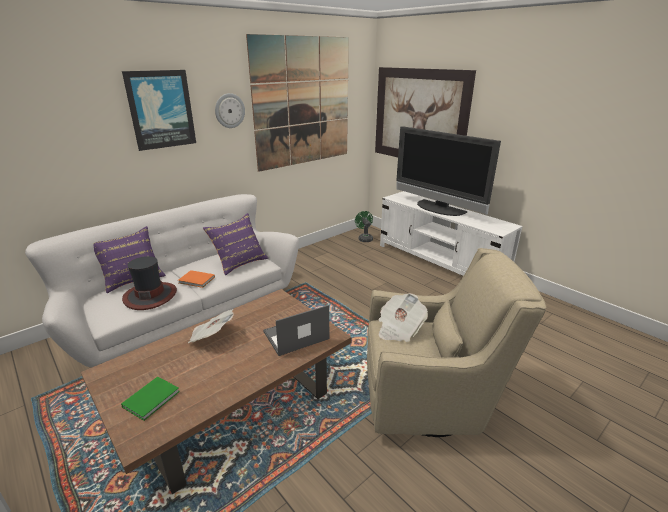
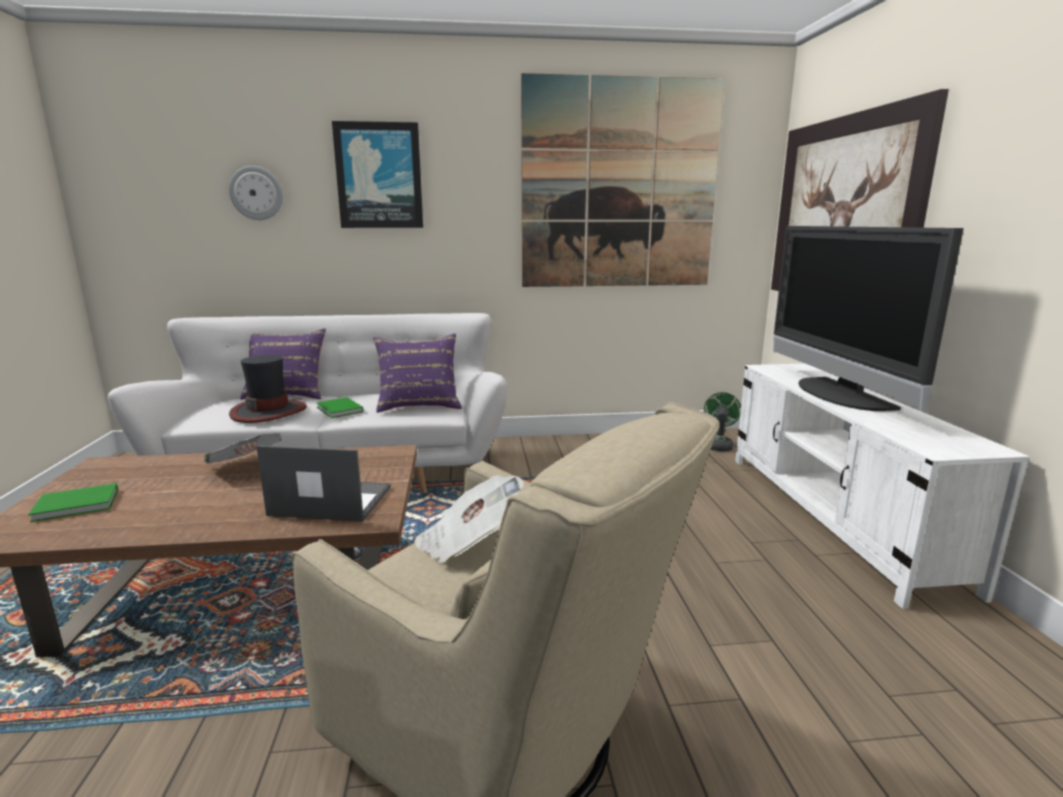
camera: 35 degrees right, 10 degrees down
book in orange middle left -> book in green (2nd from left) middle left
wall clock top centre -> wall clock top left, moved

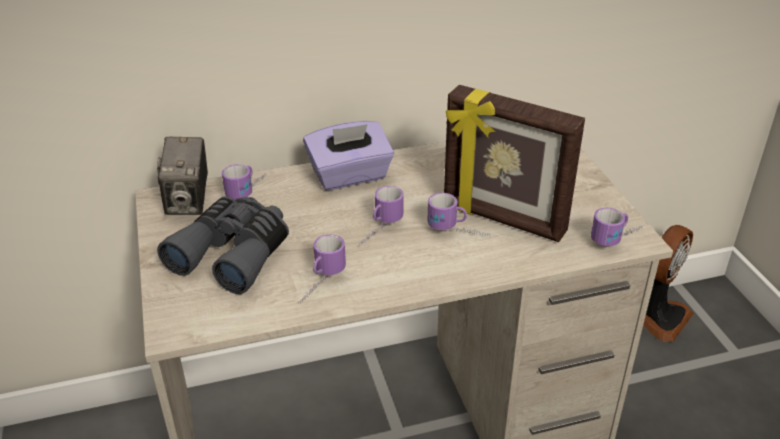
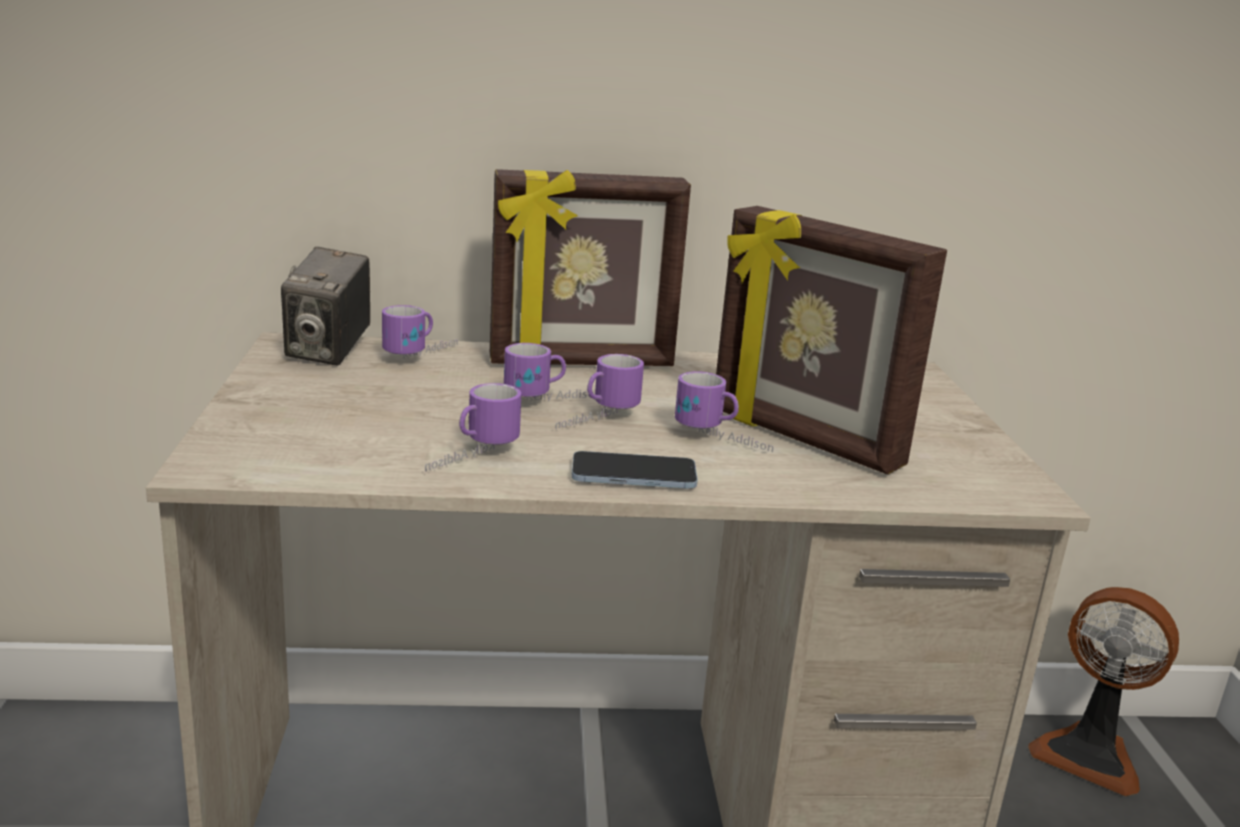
camera: 10 degrees right, 15 degrees down
binoculars in grey middle left -> none
tissue box in purple centre -> picture frame (1st from left) top centre
mug (5th from left in the first image) middle right -> mug (3rd from left) centre, moved
fan middle right -> fan bottom right, 75 degrees clockwise
none -> phone centre

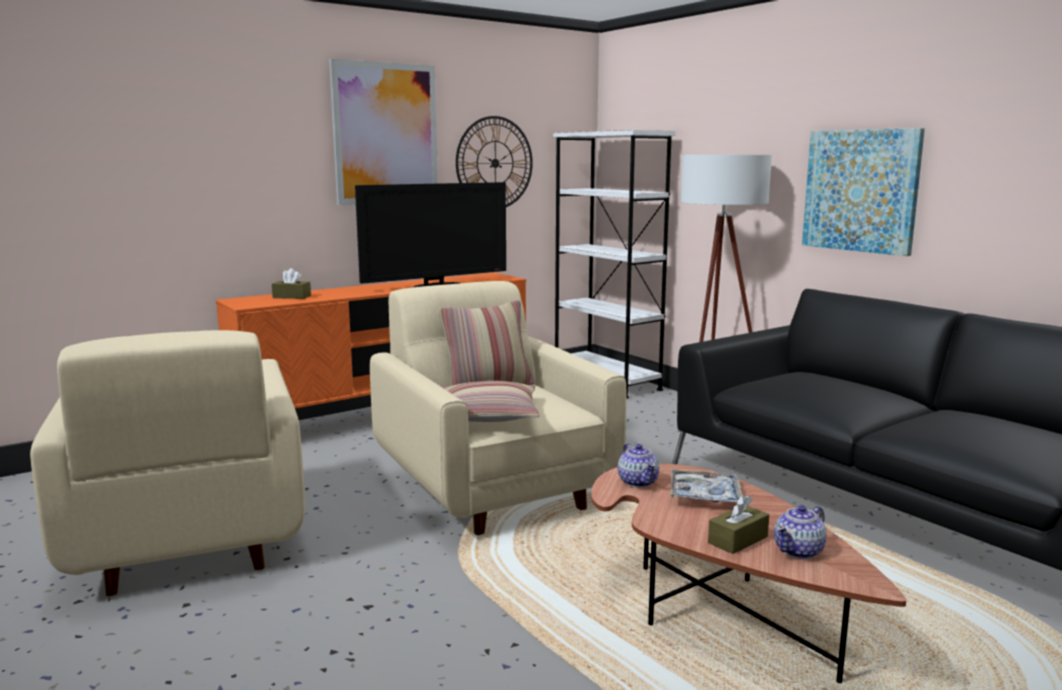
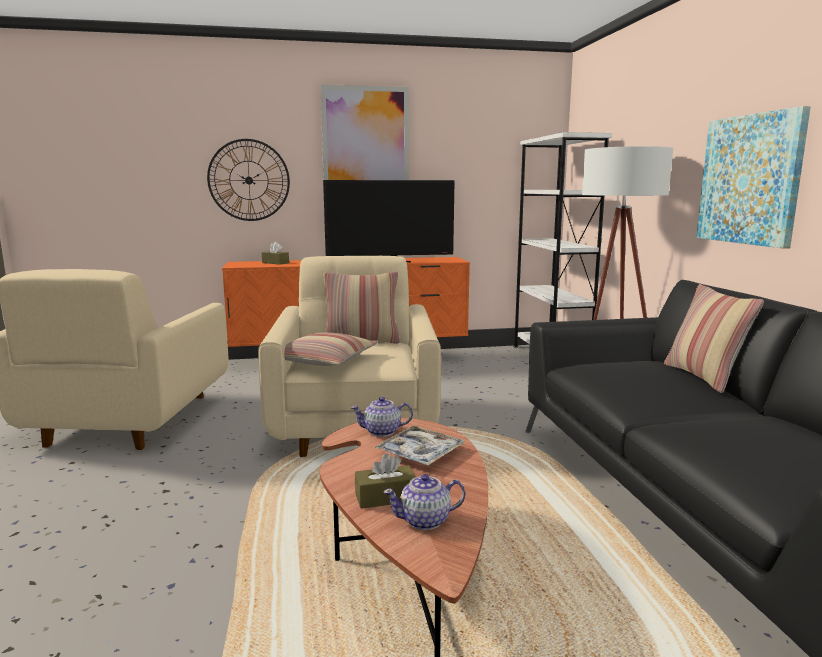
camera: 25 degrees right, 0 degrees up
wall clock top centre -> wall clock top left, moved
teapot (1st from left) bottom centre -> teapot (1st from left) centre, 75 degrees clockwise
none -> pillow (3rd from left) middle right

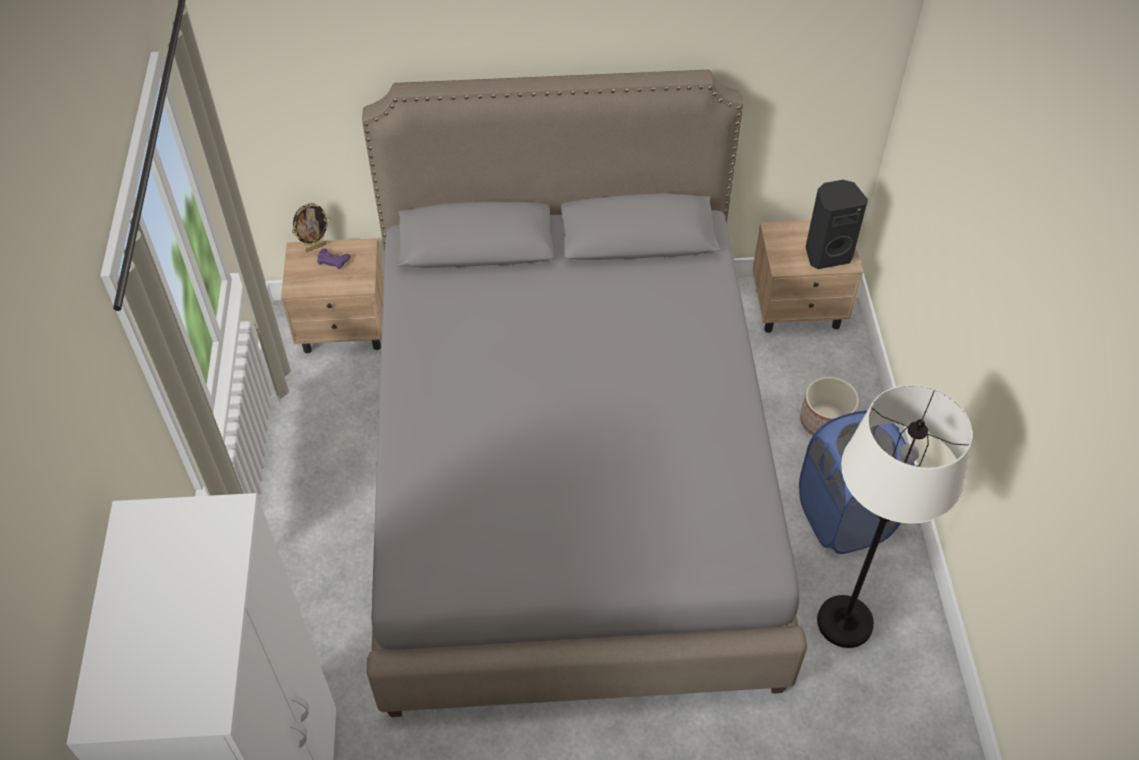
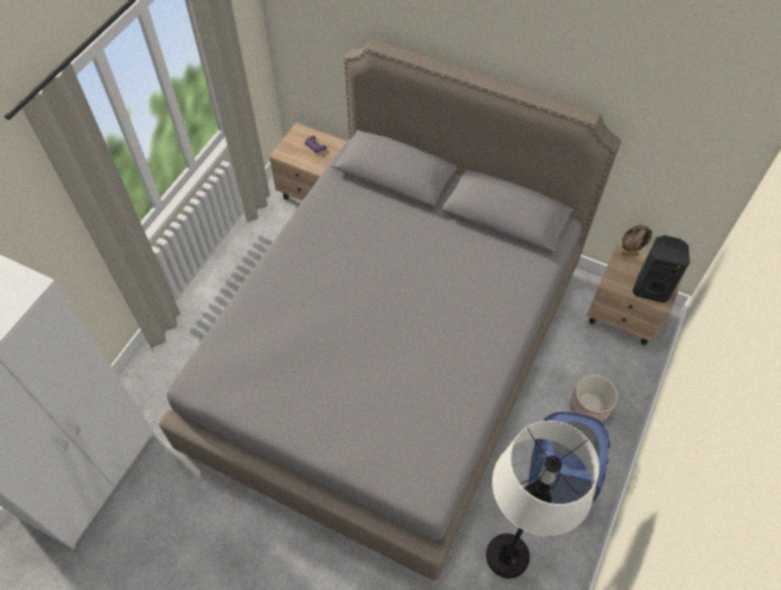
camera: 30 degrees right, 5 degrees up
picture frame top left -> picture frame middle right, moved

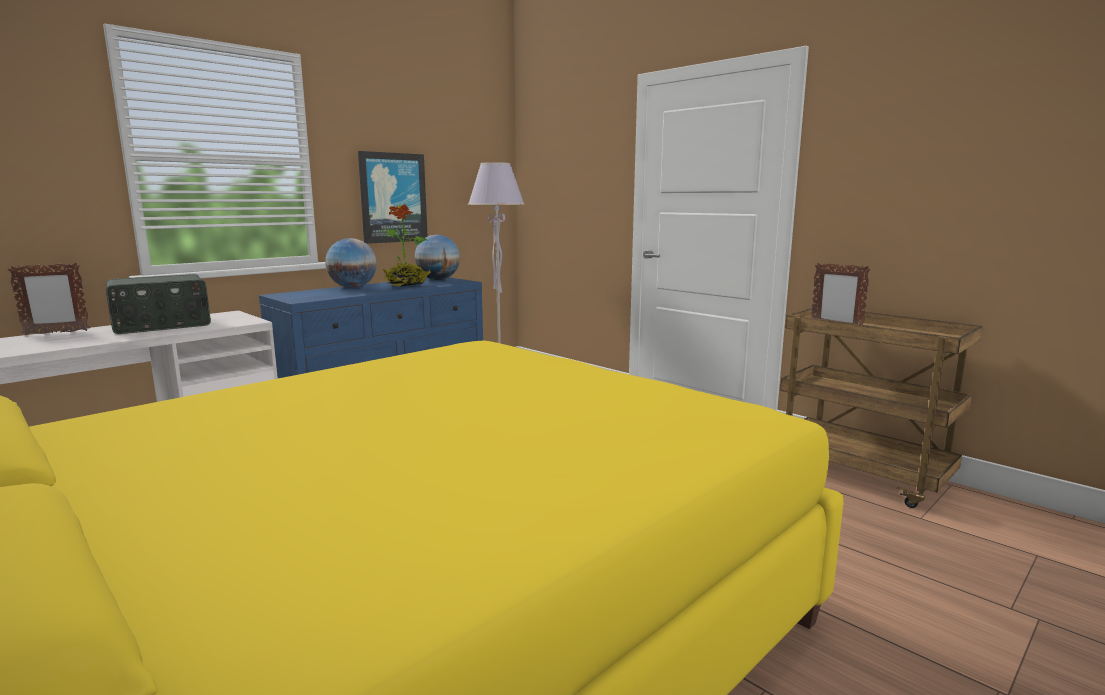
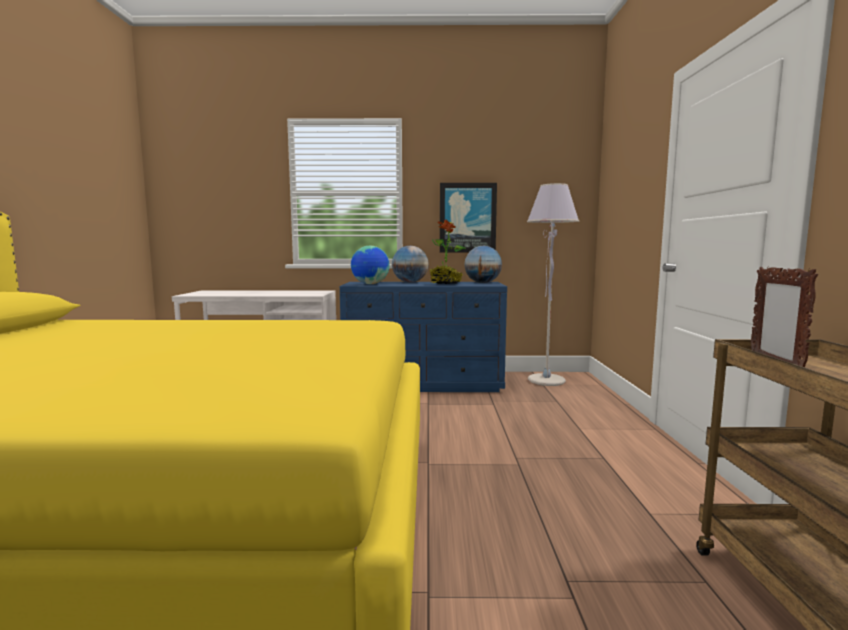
camera: 45 degrees right, 5 degrees down
picture frame (1st from left) middle left -> none
radio middle left -> none
none -> globe (1st from left) centre

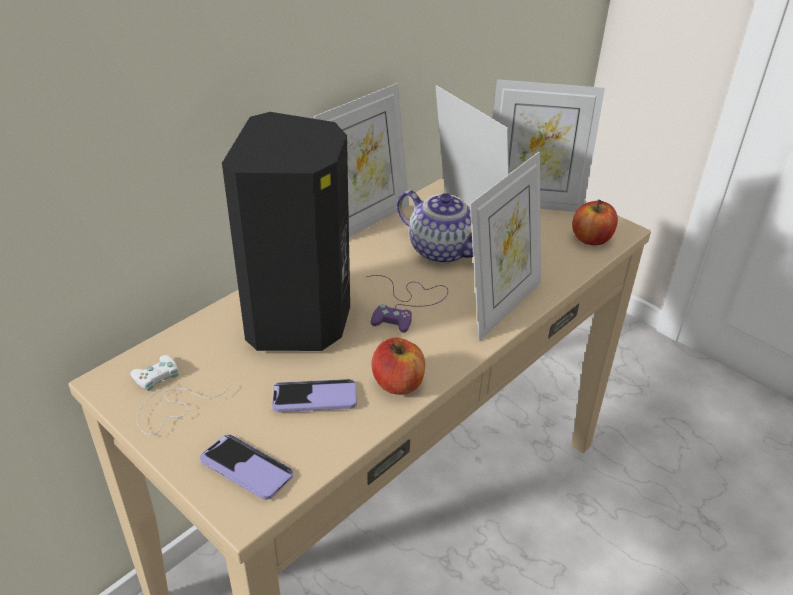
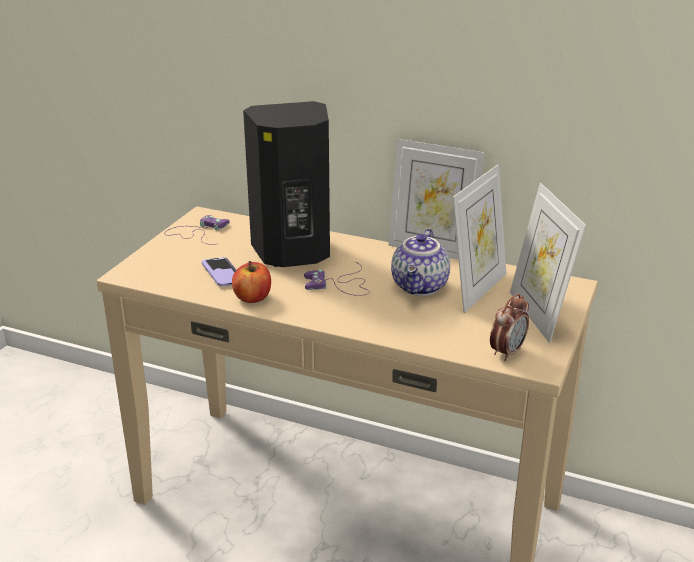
camera: 70 degrees right, 10 degrees down
game controller in white middle left -> game controller in purple (1st from left) middle left
phone (1st from left) bottom left -> none
picture frame (3rd from left) centre -> none
apple (2nd from left) middle right -> alarm clock middle right

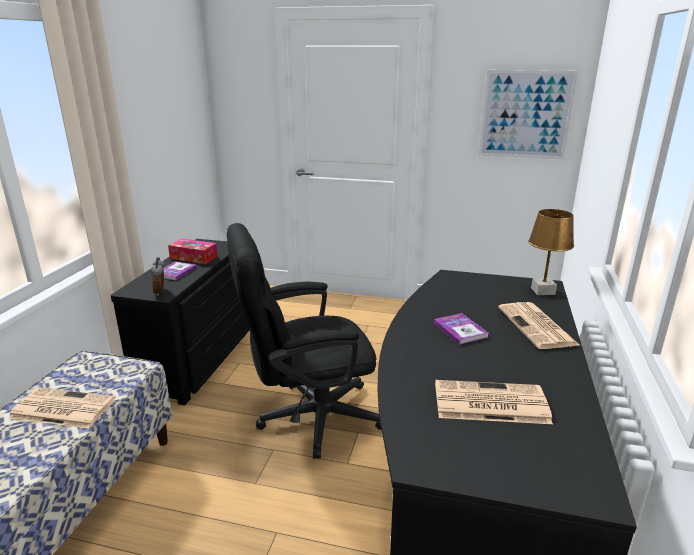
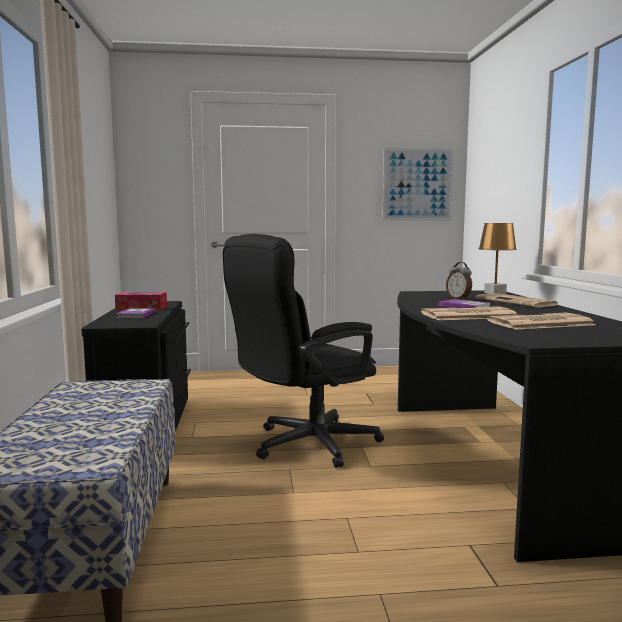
camera: 20 degrees left, 15 degrees down
newspaper (1st from left) bottom left -> newspaper (1st from left) middle right, moved
alarm clock middle left -> alarm clock middle right, moved

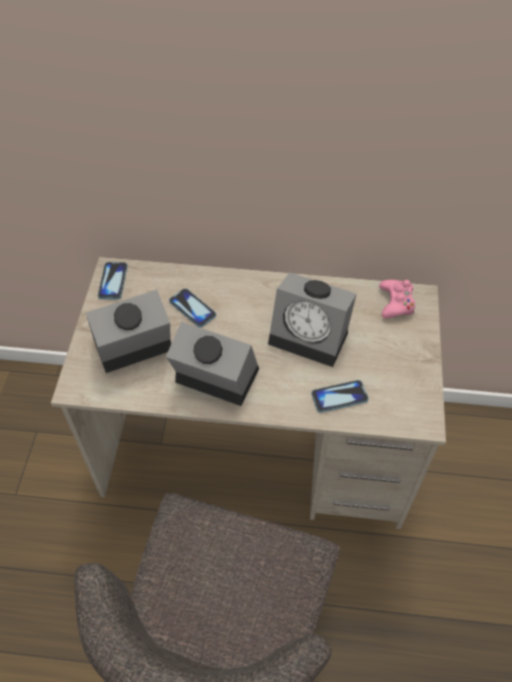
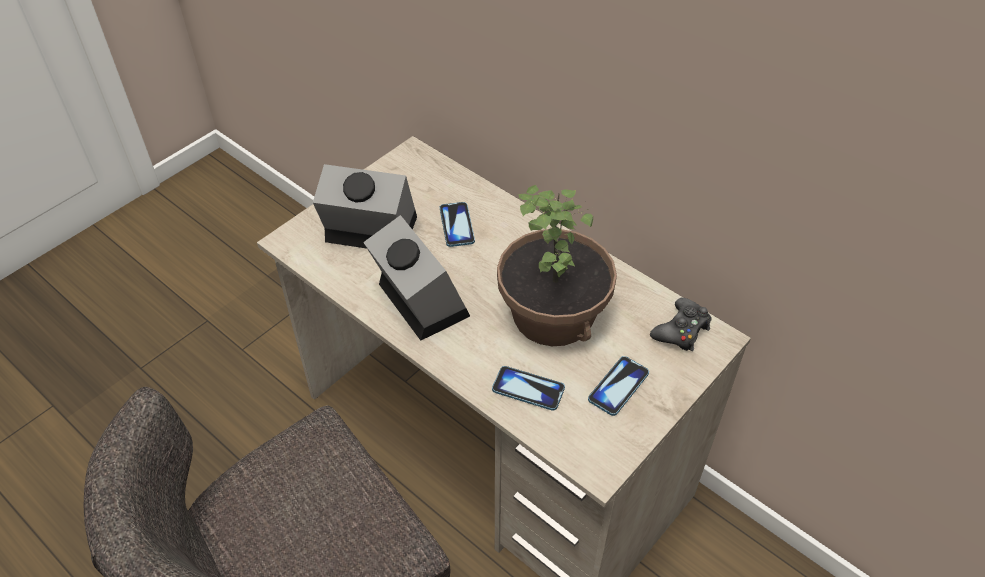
camera: 35 degrees right, 5 degrees down
phone (1st from left in the first image) middle left -> phone (3rd from left) bottom centre, moved
alarm clock (3rd from left) centre -> potted plant centre
game controller in pink middle right -> game controller in black middle right

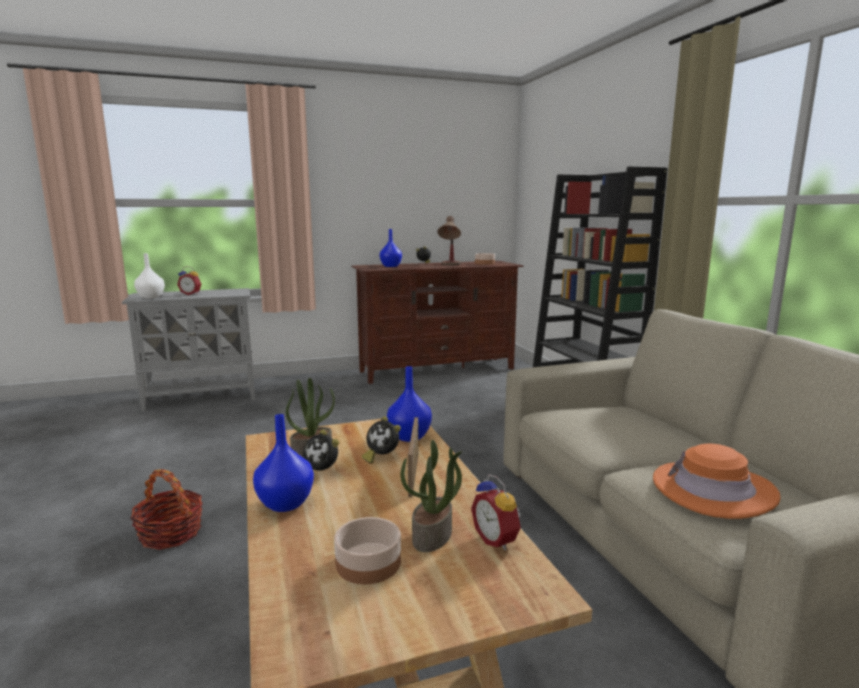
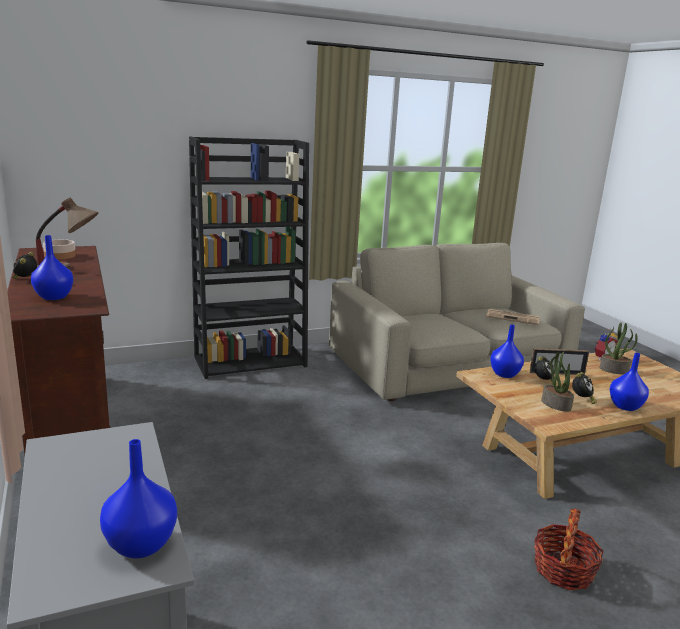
camera: 95 degrees left, 5 degrees up
vase in white middle left -> vase in blue (2nd from left) bottom left
alarm clock (1st from left) middle left -> none
bowl (1st from left) bottom centre -> none
hat in orange bottom right -> newspaper middle right

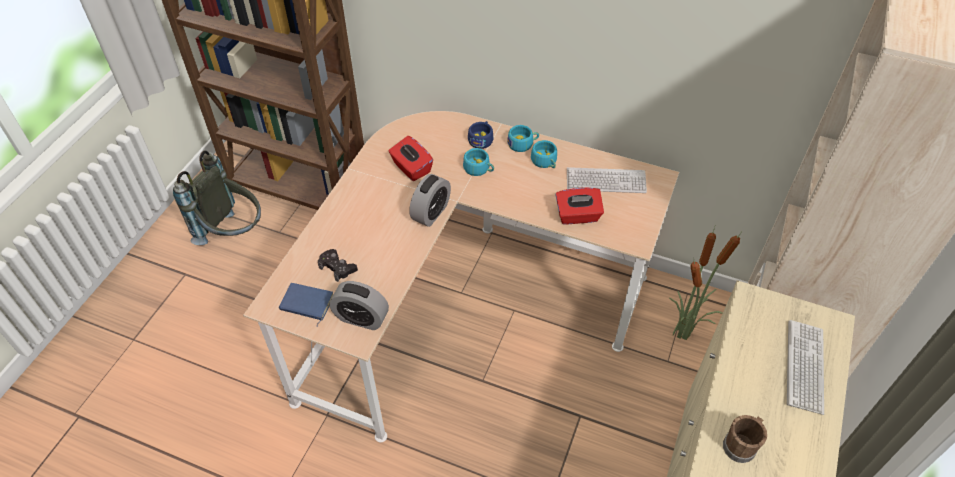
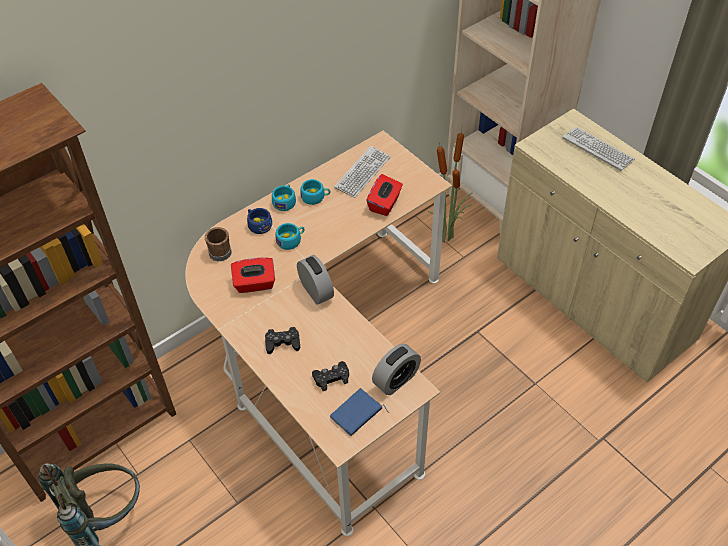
camera: 60 degrees left, 0 degrees up
mug in brown bottom right -> mug in brown middle left, moved
none -> game controller in black (1st from left) centre

